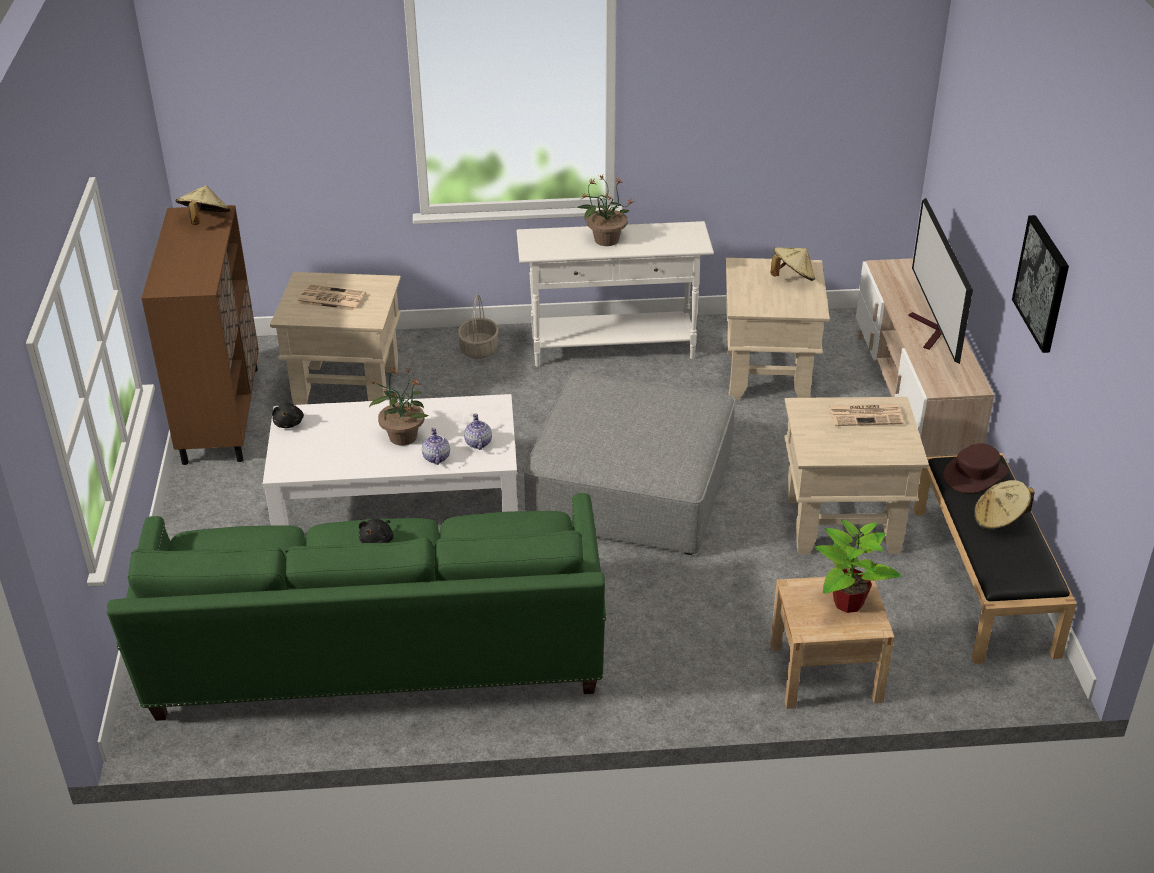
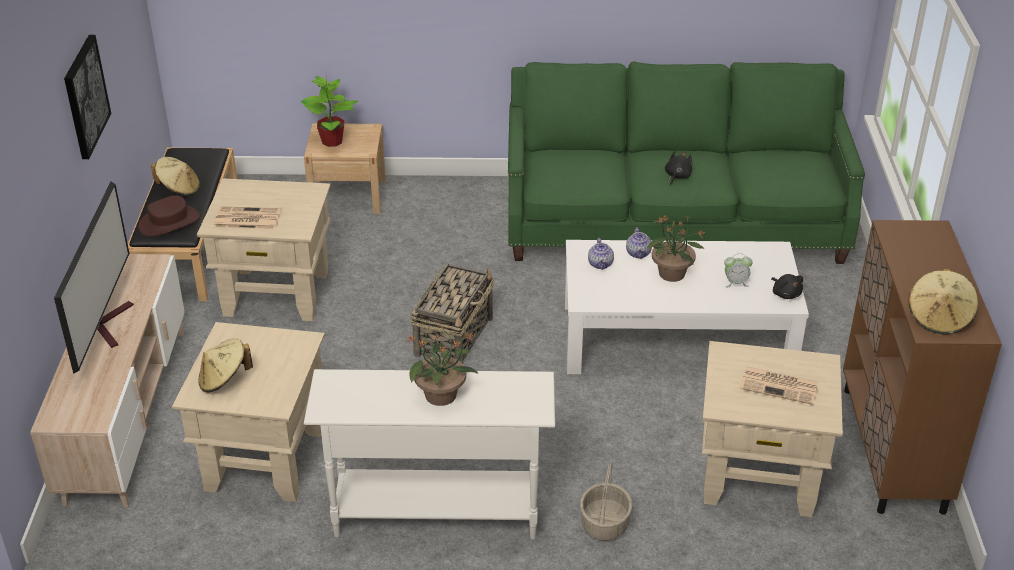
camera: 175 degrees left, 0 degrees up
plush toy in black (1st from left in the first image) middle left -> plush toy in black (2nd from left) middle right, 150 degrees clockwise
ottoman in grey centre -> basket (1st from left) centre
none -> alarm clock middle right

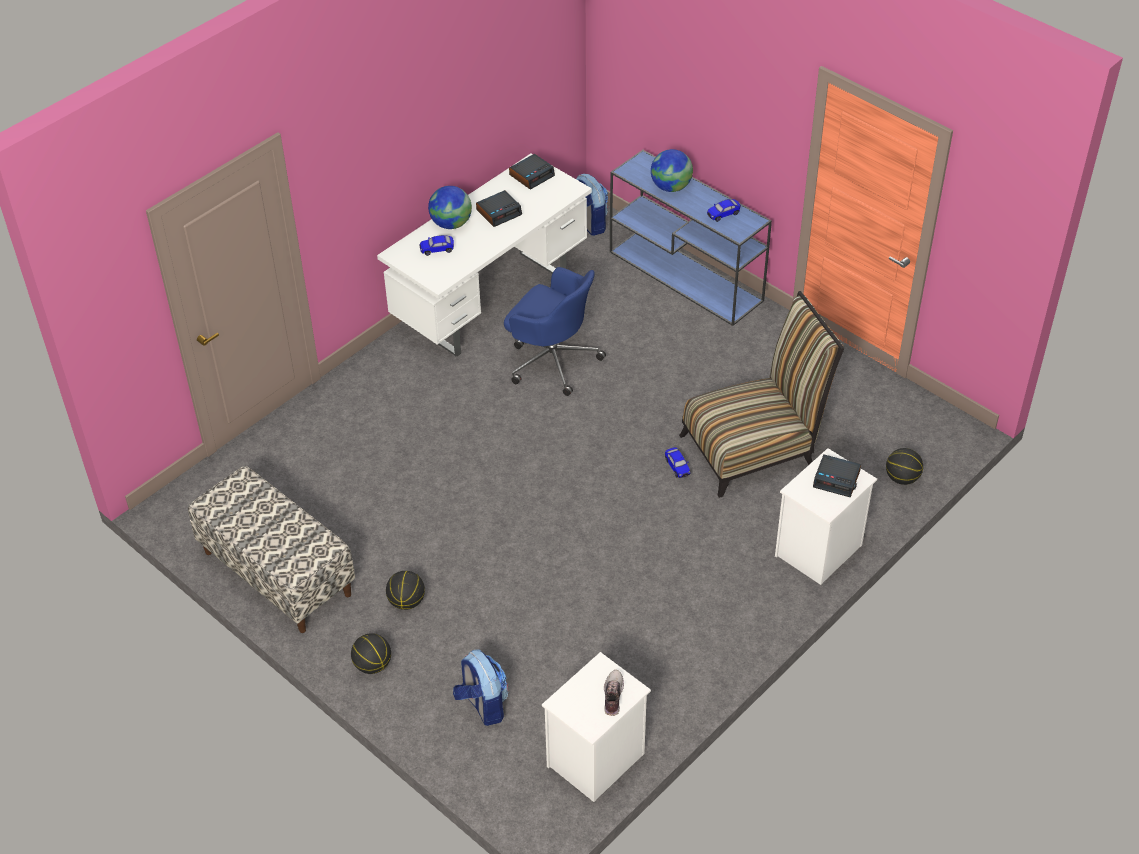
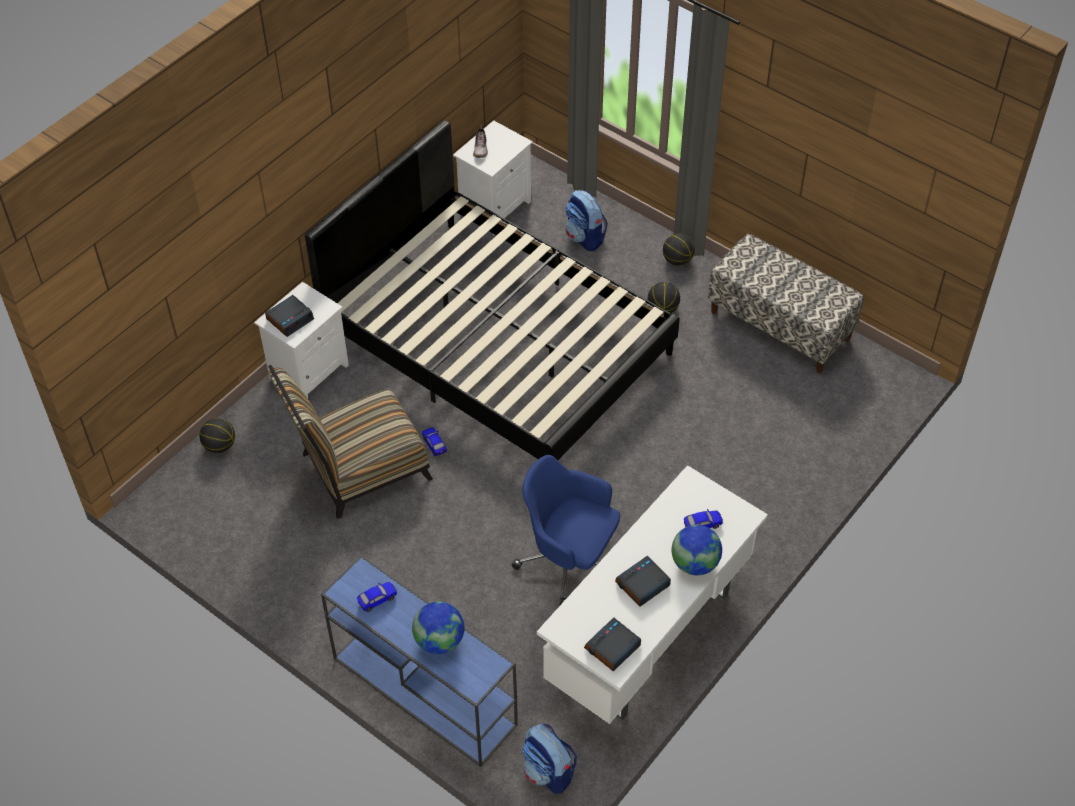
camera: 175 degrees right, 5 degrees up
alarm clock (3rd from left in the first image) middle right -> alarm clock (1st from left) middle left, 120 degrees clockwise
none -> bed in black centre

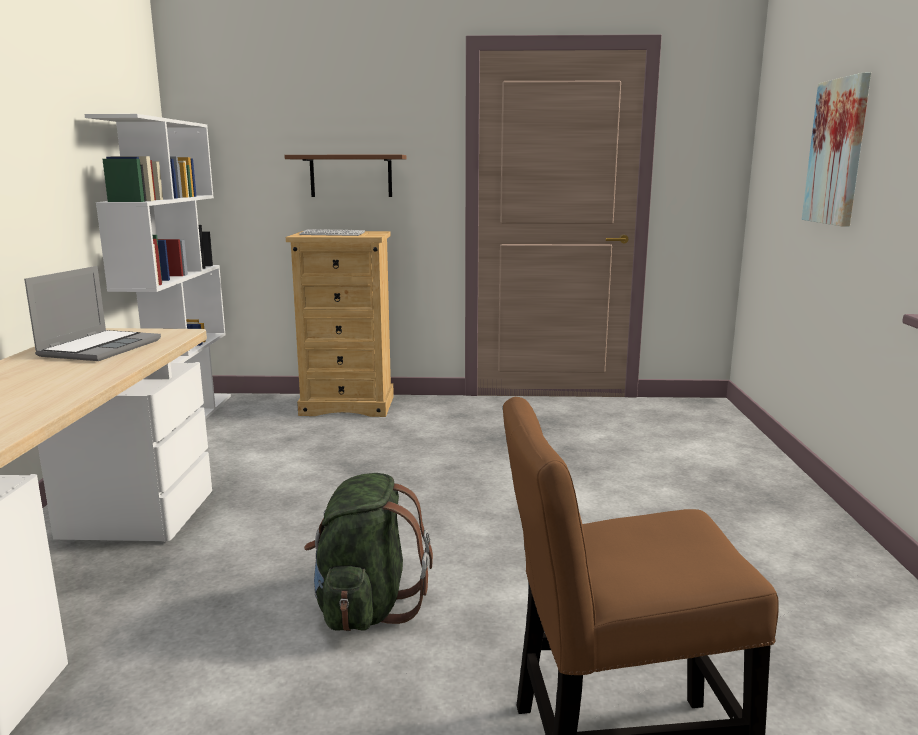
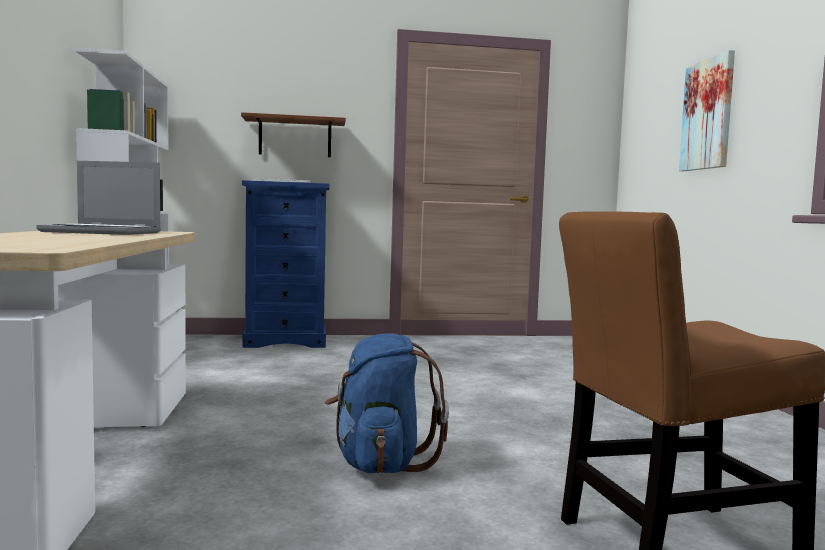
camera: 10 degrees left, 10 degrees down
laptop middle left, 90 degrees clockwise
dresser in beige centre -> dresser in blue centre
backpack in green bottom centre -> backpack in blue bottom centre

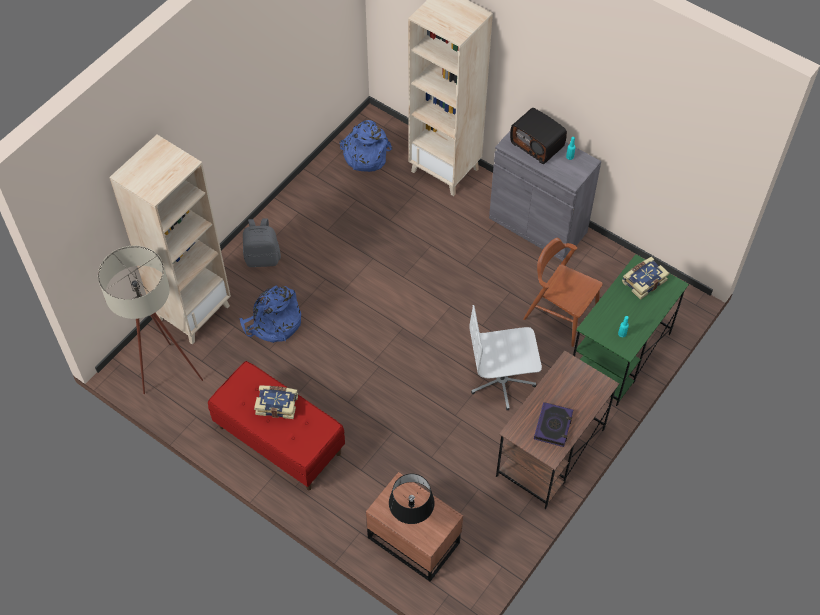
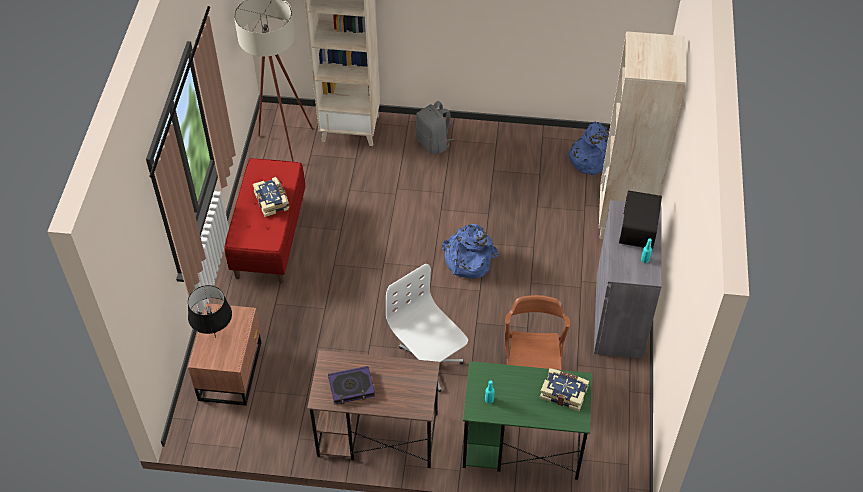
camera: 60 degrees right, 5 degrees down
backpack in blue (1st from left) middle left -> backpack in blue (1st from left) centre, moved

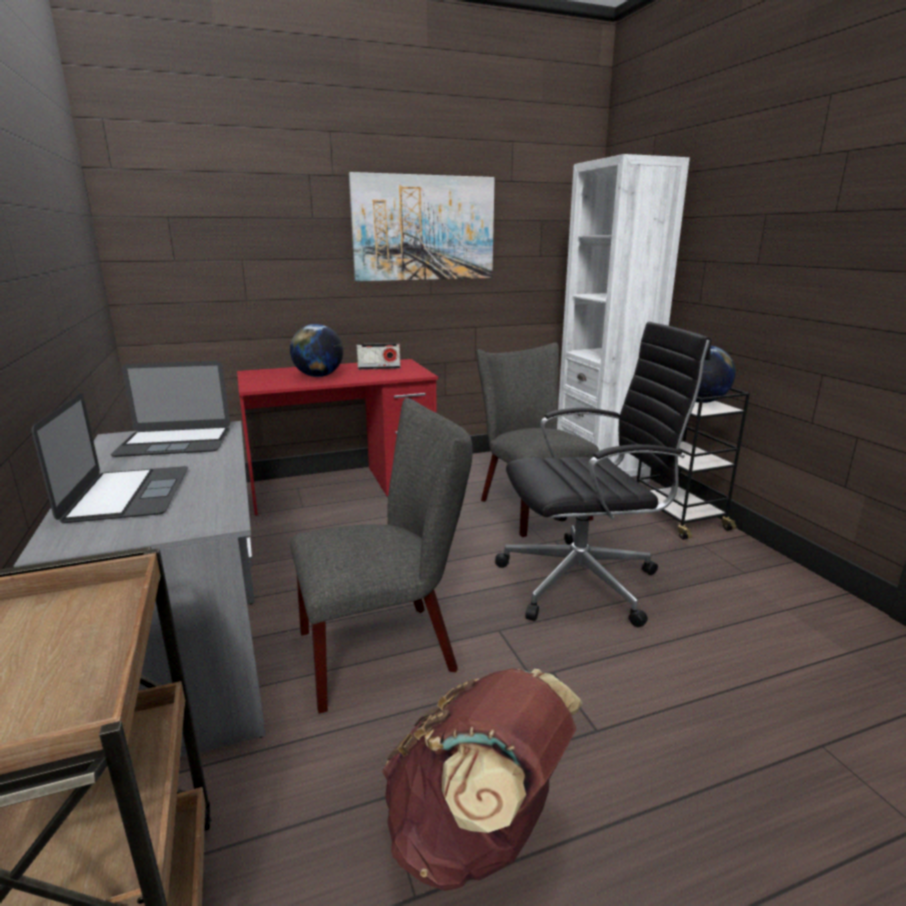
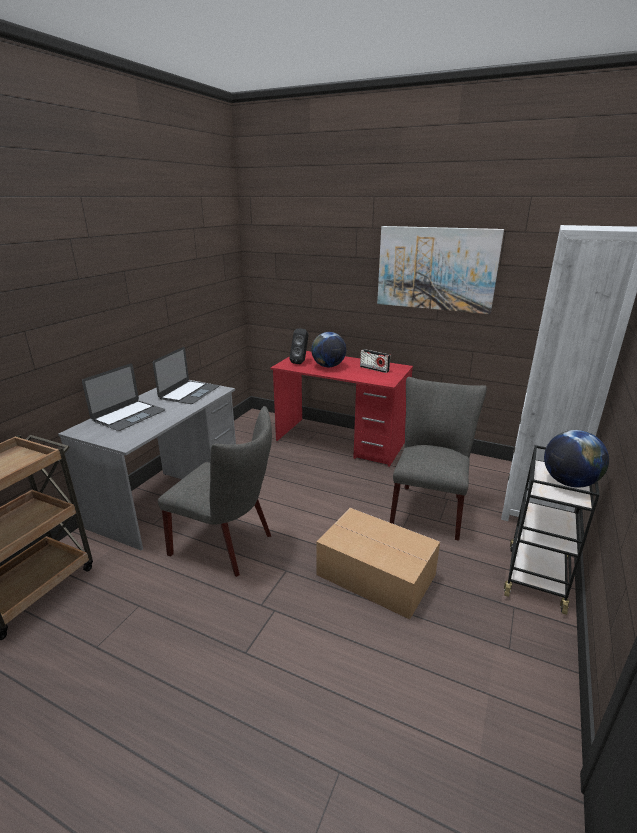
camera: 45 degrees right, 5 degrees up
laptop (2nd from left) middle left, 105 degrees counterclockwise
backpack in brown bottom centre -> none
office chair in black centre -> cardboard box bottom centre
none -> speaker in black centre

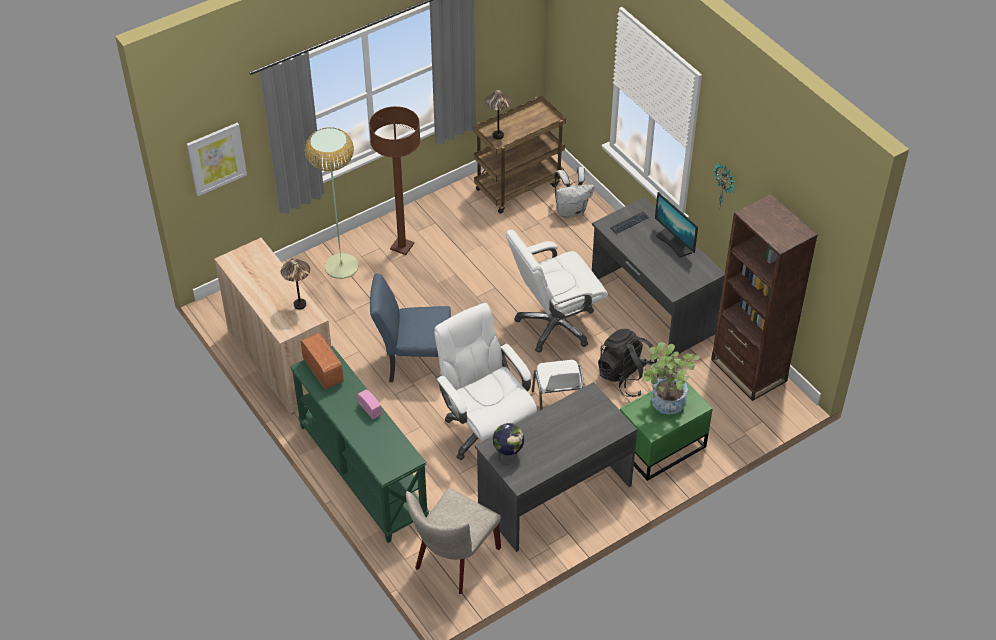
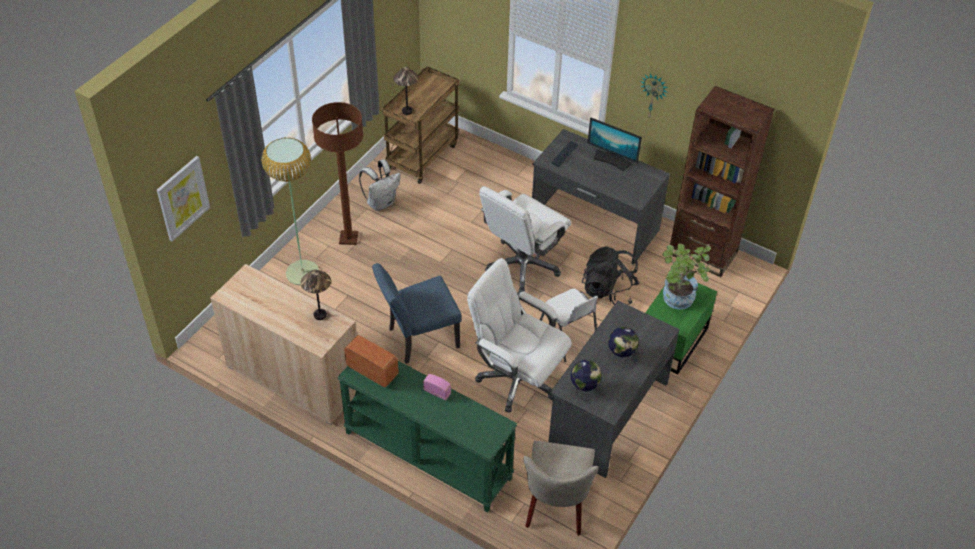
camera: 25 degrees left, 0 degrees up
backpack in white top centre -> backpack in white centre, moved
none -> globe (2nd from left) centre

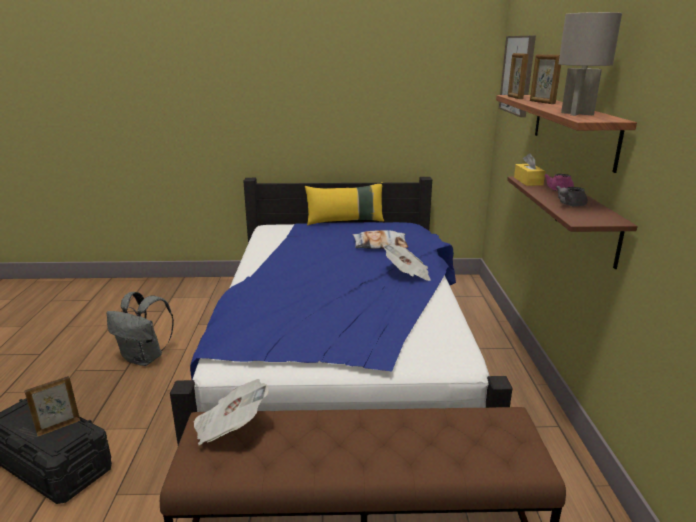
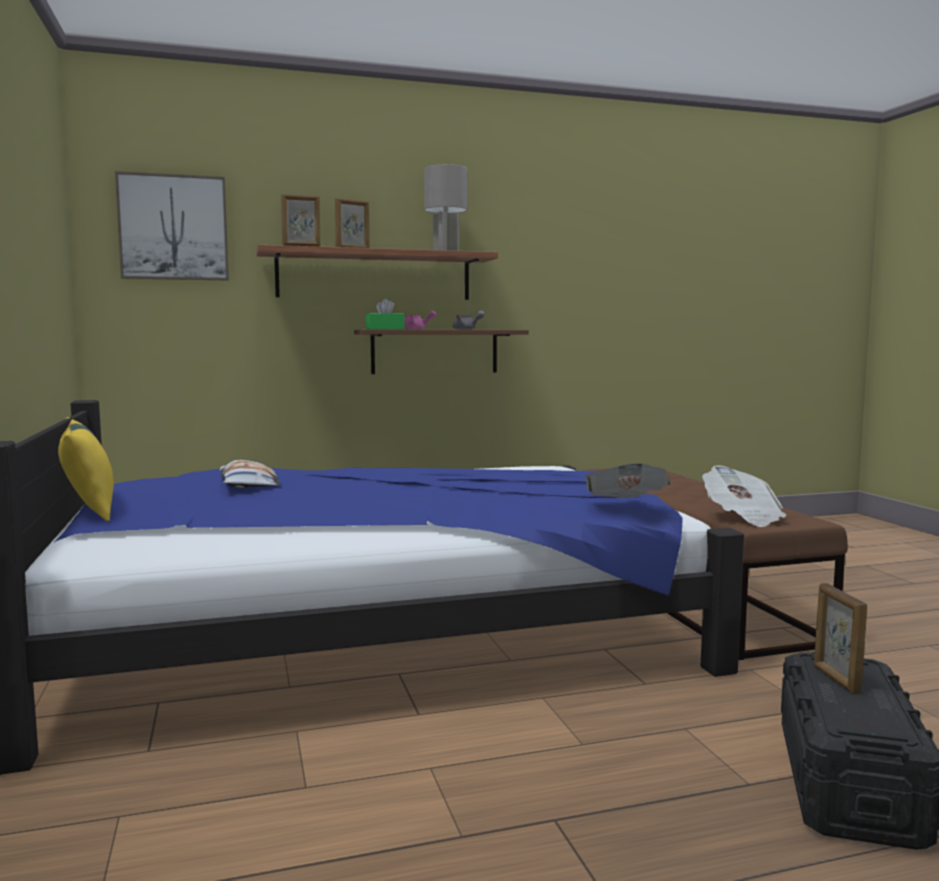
camera: 105 degrees left, 15 degrees down
picture frame (1st from left in the first image) bottom left -> picture frame (3rd from left) bottom right, 45 degrees clockwise
backpack in grey middle left -> none
newspaper (2nd from left in the first image) centre -> newspaper (1st from left) middle right, moved
tissue box in yellow top right -> tissue box in green centre

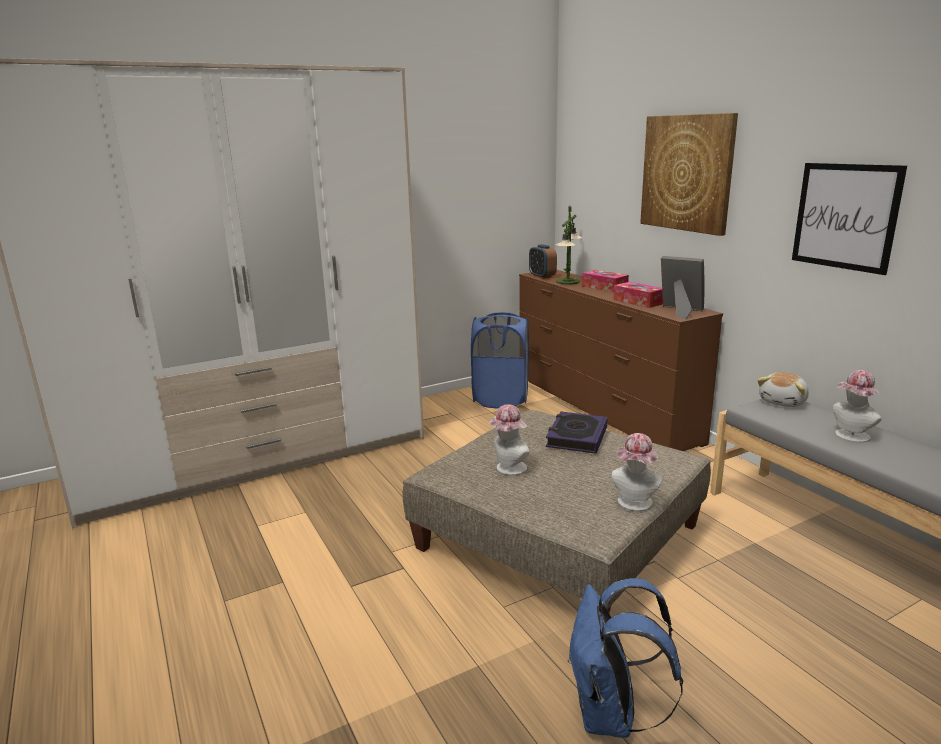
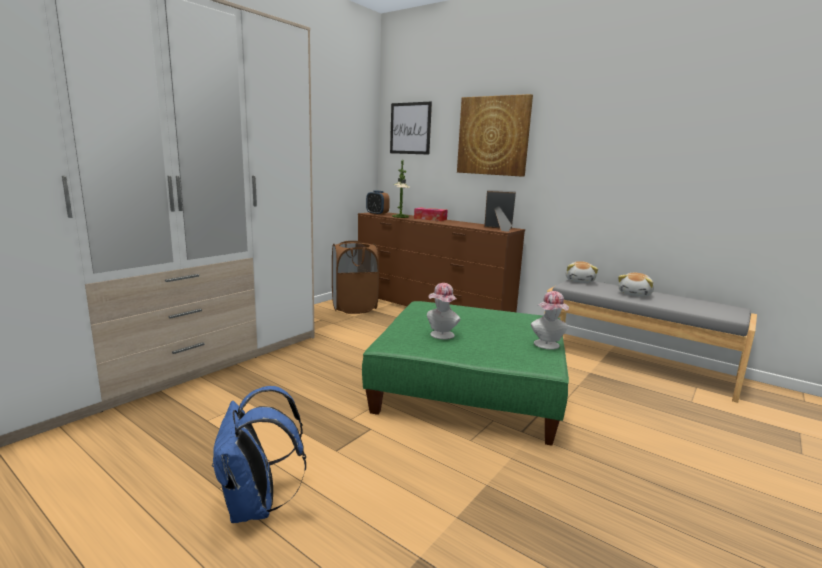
camera: 25 degrees left, 5 degrees down
ottoman in beige bottom centre -> ottoman in green centre
laundry basket in blue centre -> laundry basket in brown centre
book centre -> none
backpack in blue bottom centre -> backpack in blue bottom left, moved
tissue box (2nd from left) middle right -> none
picture (2nd from left in the first image) top right -> picture (1st from left) top centre, moved
hat (3rd from left) middle right -> plush toy (2nd from left) middle right

